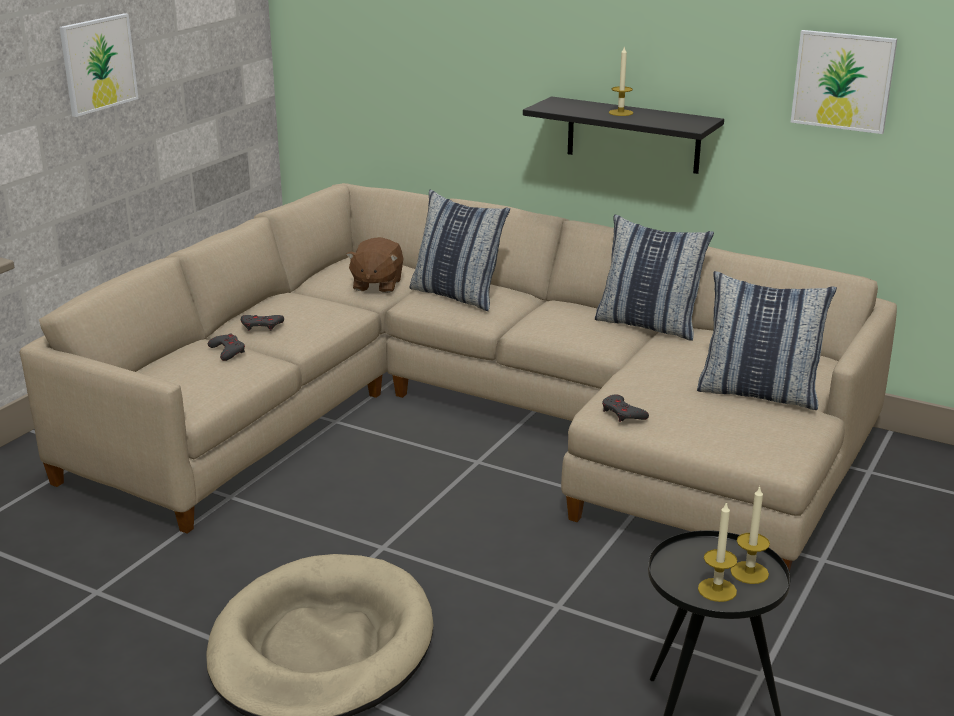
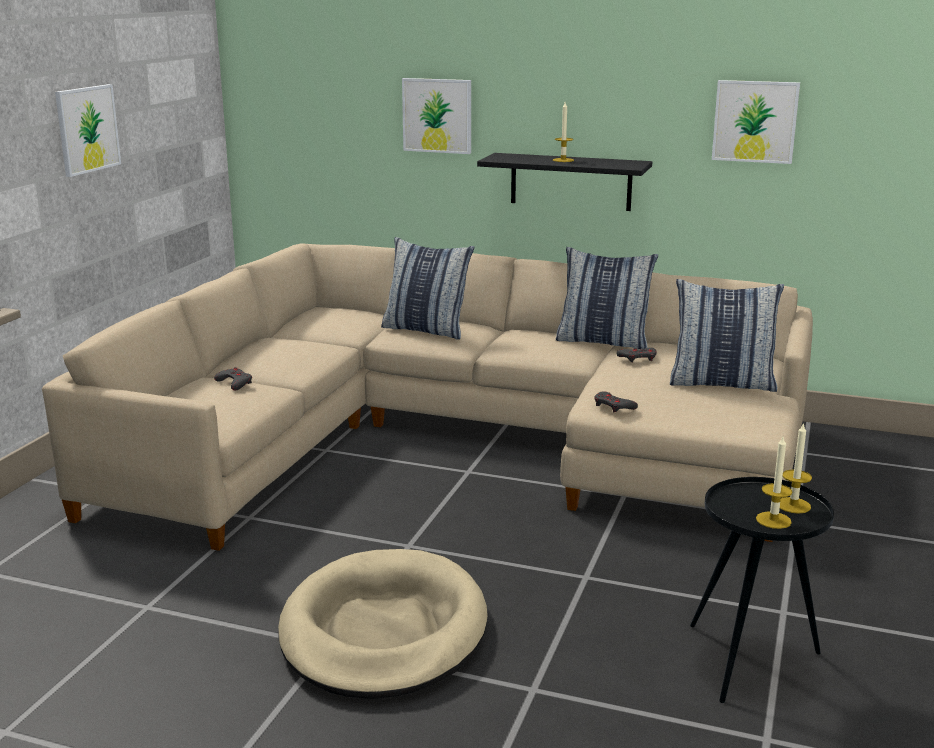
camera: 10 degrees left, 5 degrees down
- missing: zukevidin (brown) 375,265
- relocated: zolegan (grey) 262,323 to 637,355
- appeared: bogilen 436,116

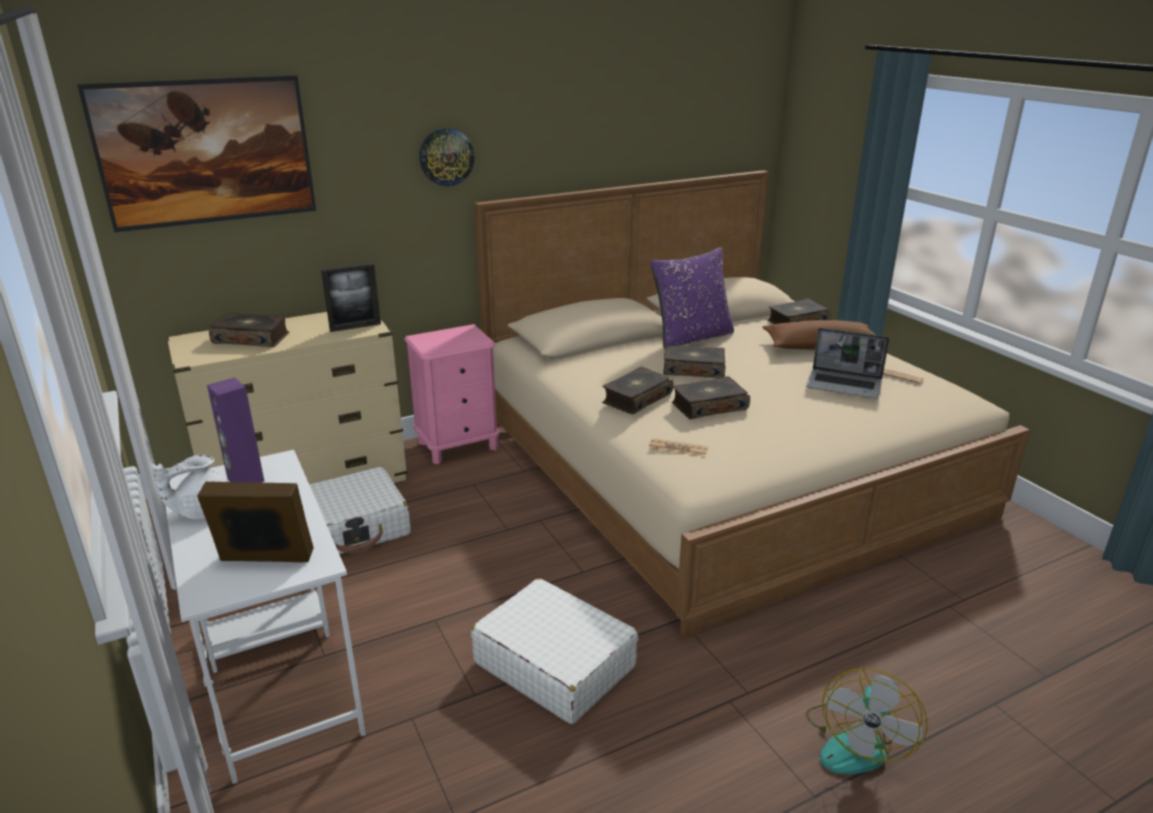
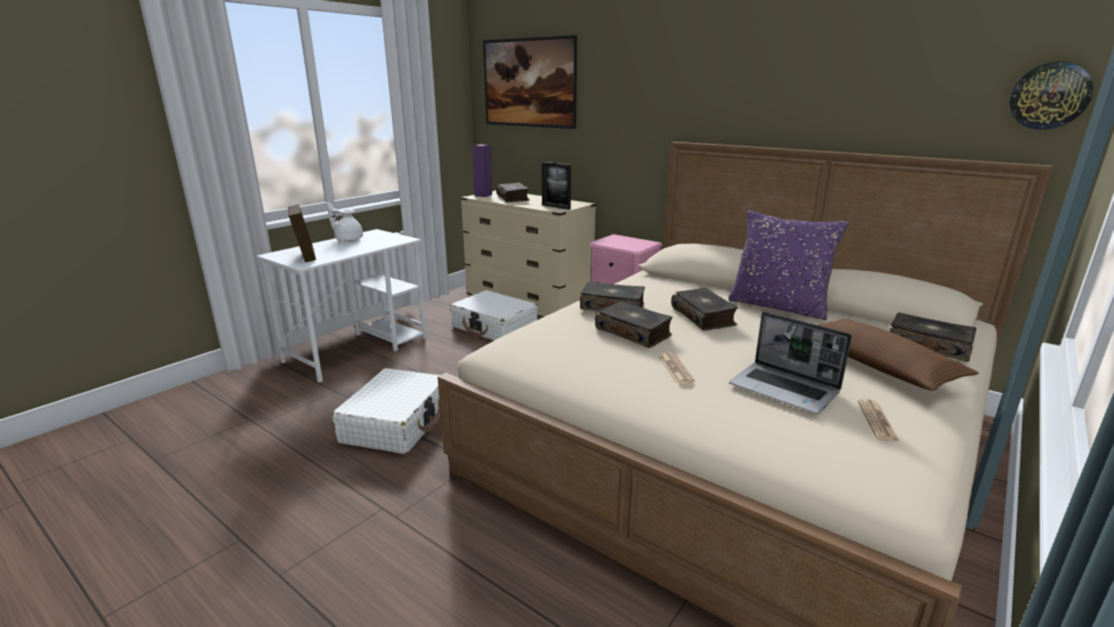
camera: 65 degrees right, 5 degrees down
- relocated: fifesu 447,157 to 1051,95
- spun: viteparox 847,363 = 790,363 45 degrees counterclockwise
- relocated: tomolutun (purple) 236,430 to 482,170
- relocated: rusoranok 678,447 to 676,368
- missing: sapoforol 866,721

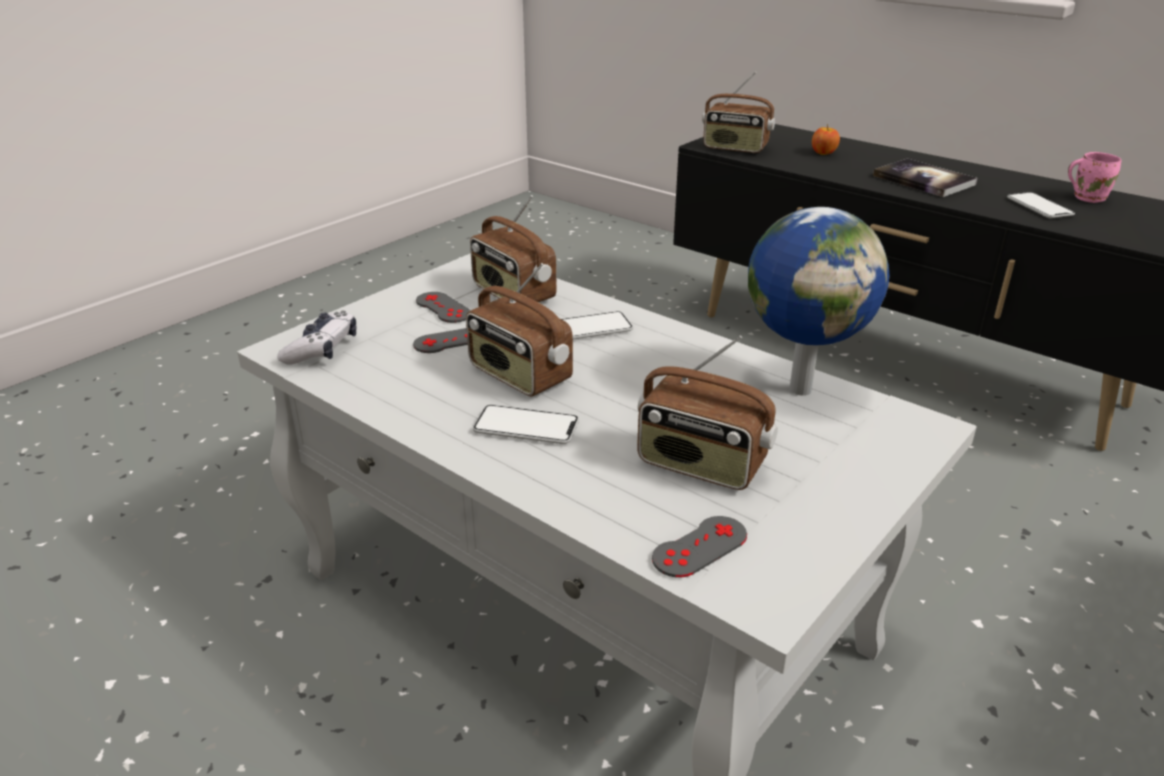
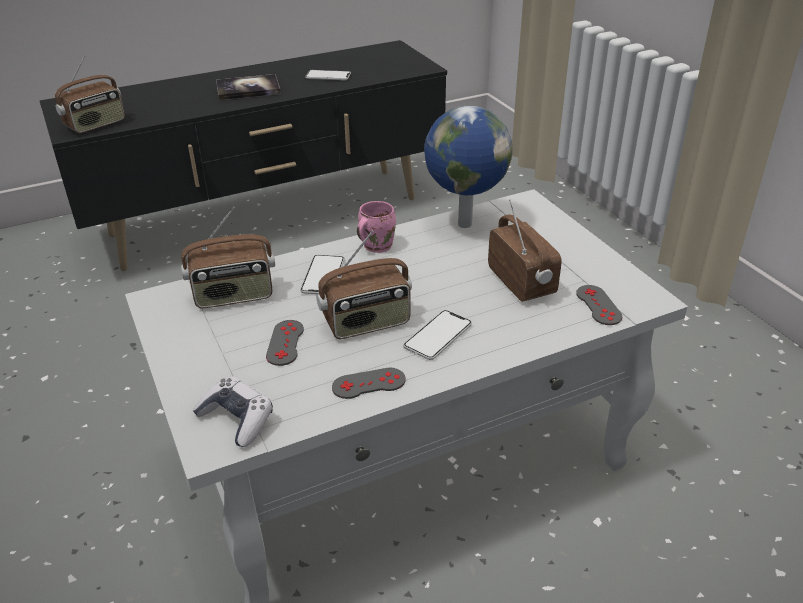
camera: 65 degrees left, 5 degrees up
- missing: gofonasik 826,139
- relocated: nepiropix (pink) 1094,177 to 376,227
- relocated: zolegan (grey) 443,307 to 369,383
- spun: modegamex 708,412 = 525,250 75 degrees counterclockwise

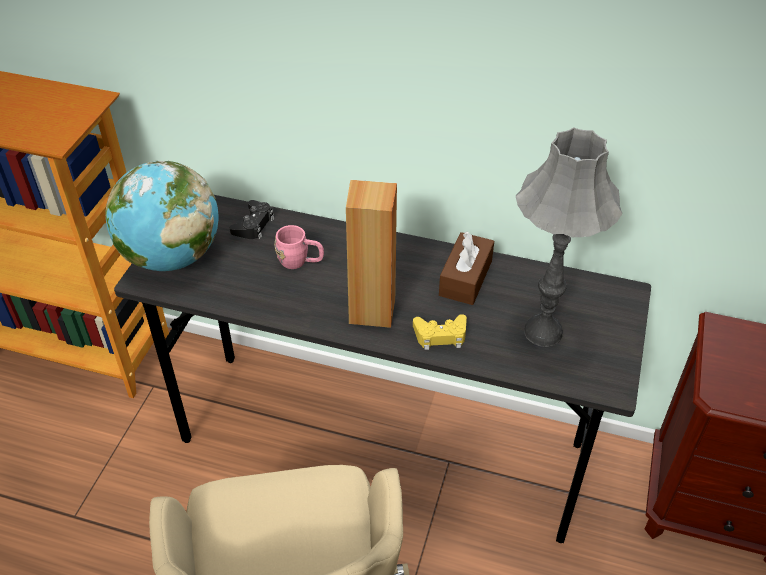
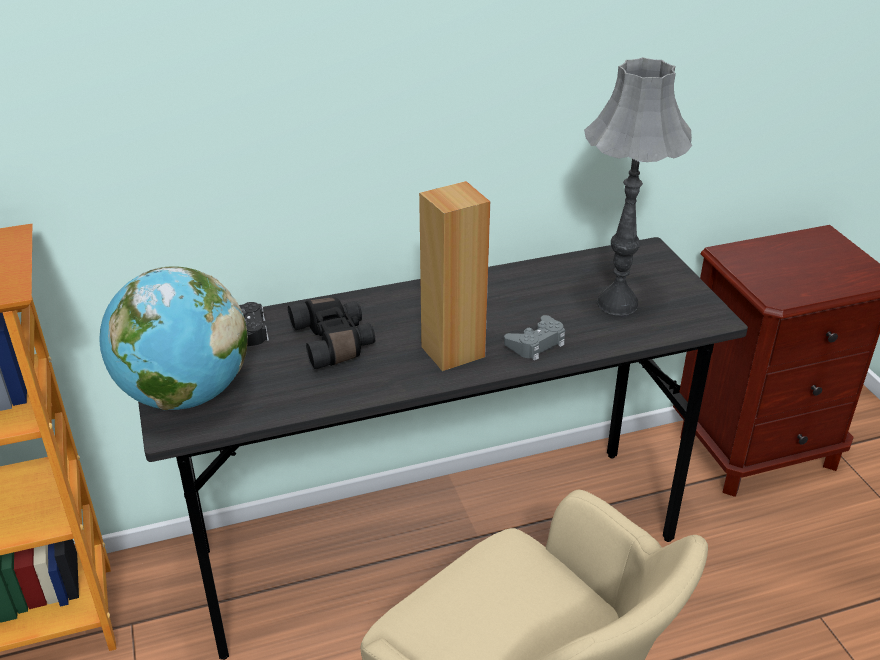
camera: 35 degrees left, 10 degrees down
- exchanged: nepiropix (pink) 299,247 to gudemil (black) 331,333
- missing: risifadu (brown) 466,268
- colour: zolegan (yellow) 440,332 to zolegan (grey) 534,338

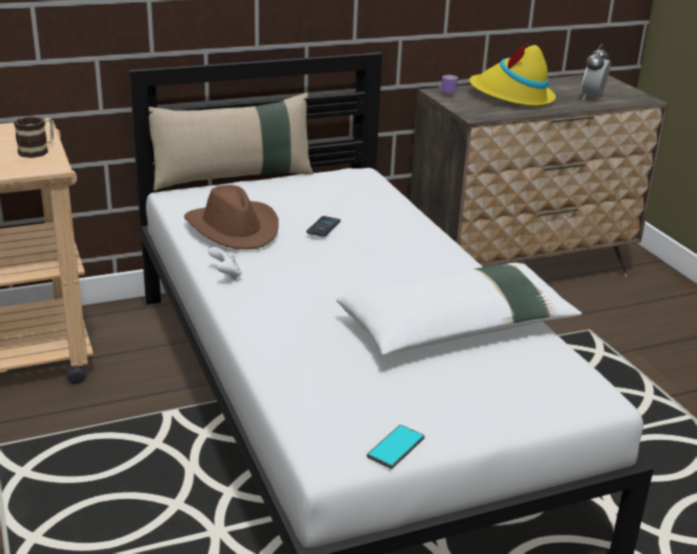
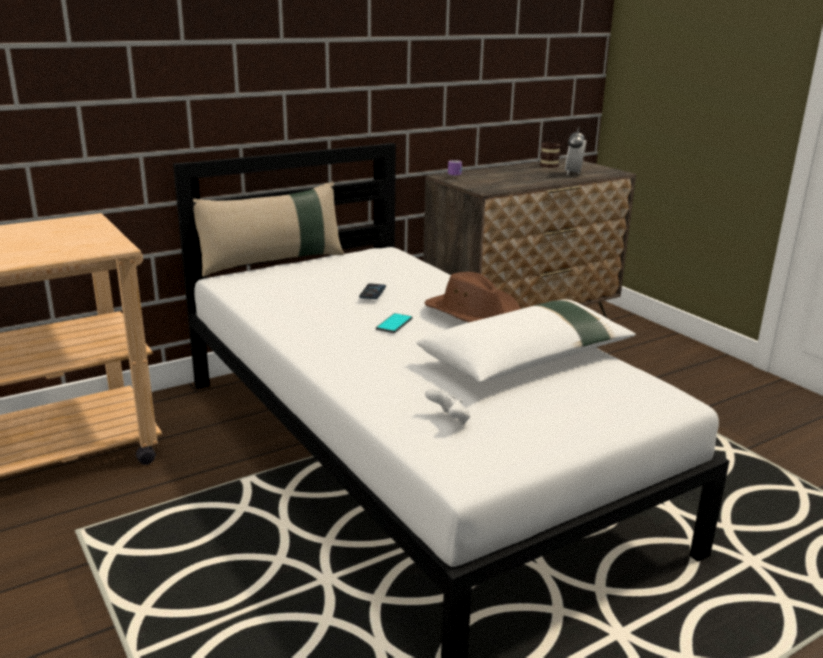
camera: 10 degrees left, 5 degrees down
- missing: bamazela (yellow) 512,75
- relocated: nepiropix 34,137 to 550,155
- relocated: bamazela (brown) 231,217 to 472,297
- relocated: zolegan (white) 225,263 to 447,407
- relocated: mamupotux 396,447 to 394,323

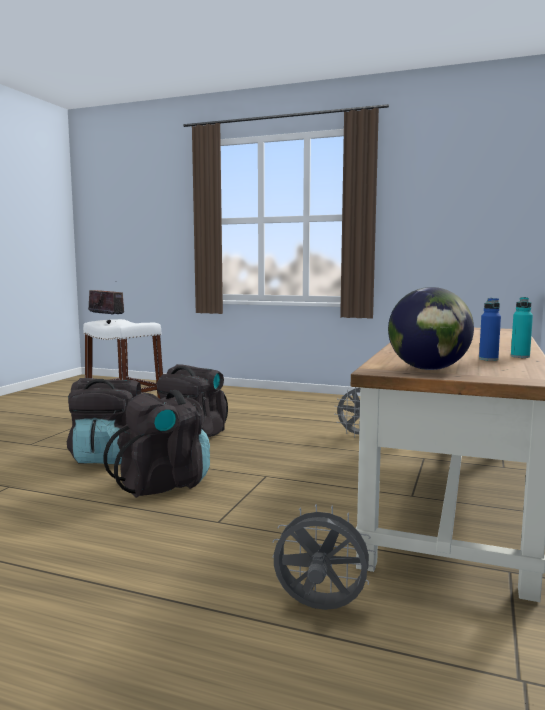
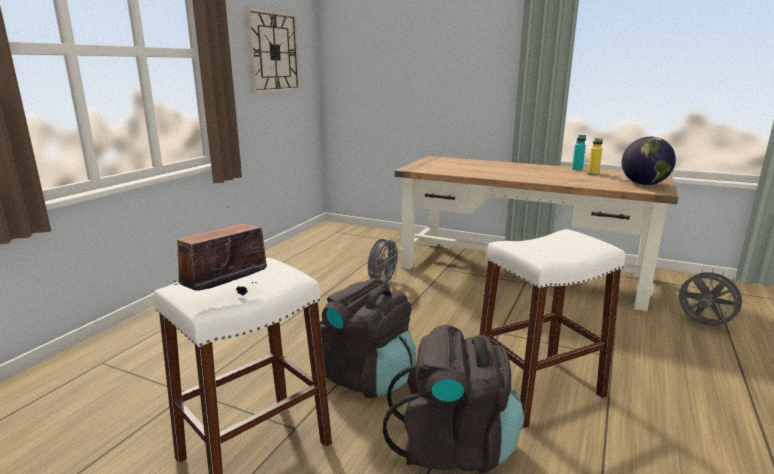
camera: 85 degrees left, 10 degrees up
- colour: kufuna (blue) 490,329 to kufuna (yellow) 595,156
- exchanged: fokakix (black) 156,444 to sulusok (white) 552,328
- spun: sapoforol (grey) 324,557 = 713,297 120 degrees clockwise
- appeared: fifesu 272,50

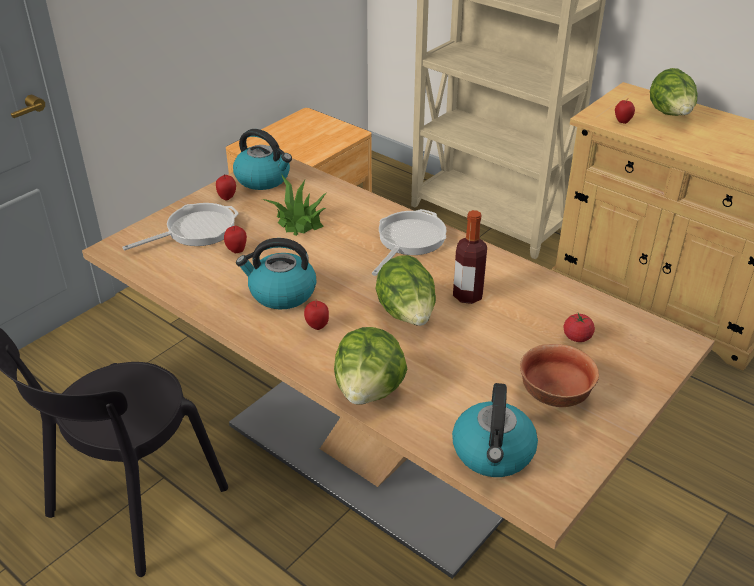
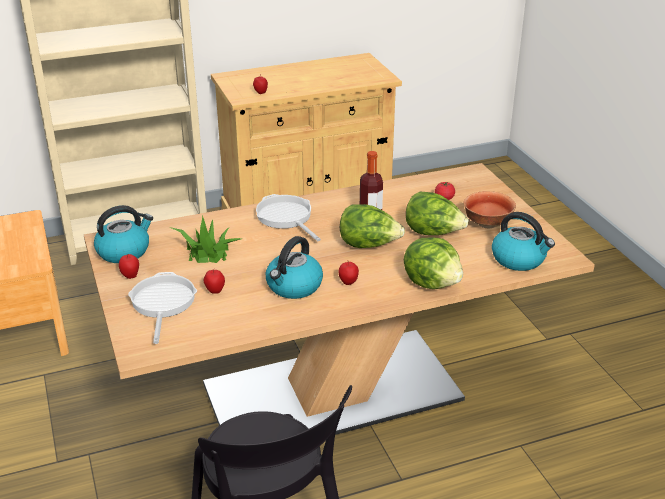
camera: 60 degrees left, 5 degrees down
- relocated: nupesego 673,92 to 437,213

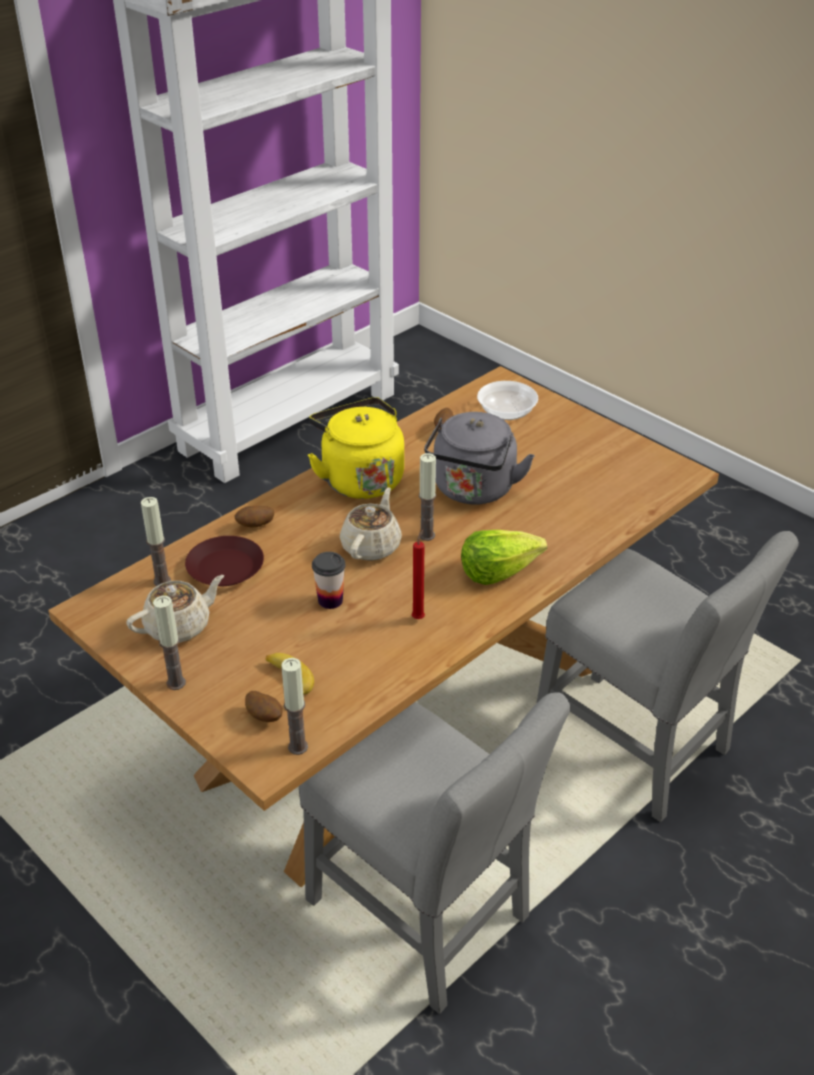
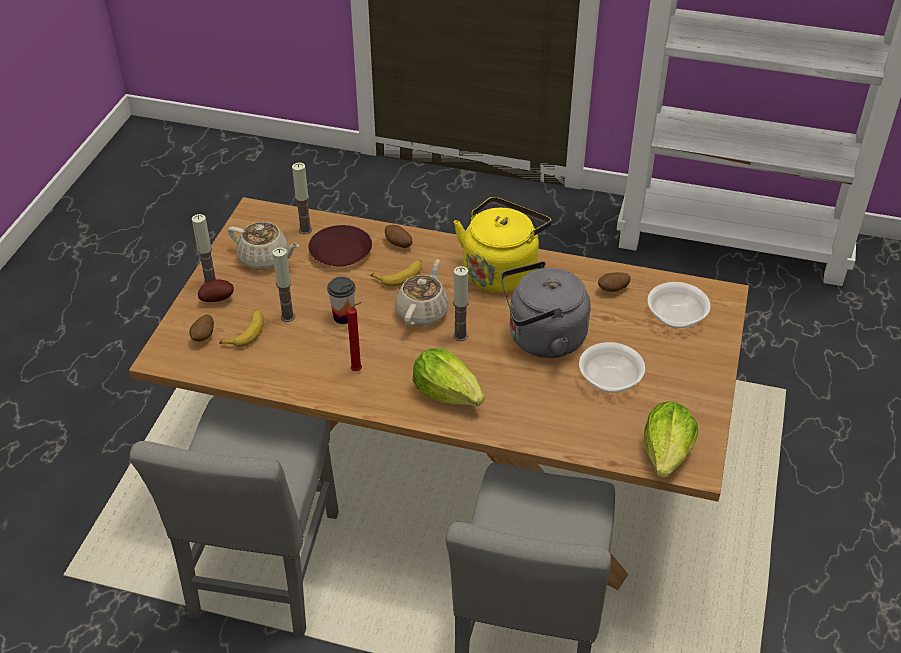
camera: 60 degrees right, 5 degrees up
- spun: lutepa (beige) 371,524 = 422,292 60 degrees counterclockwise
- relocated: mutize 294,706 to 283,284
- appeared: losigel 396,273
- appeared: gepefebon 216,290
- appeared: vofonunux 612,367
- appeared: nupesego 671,439

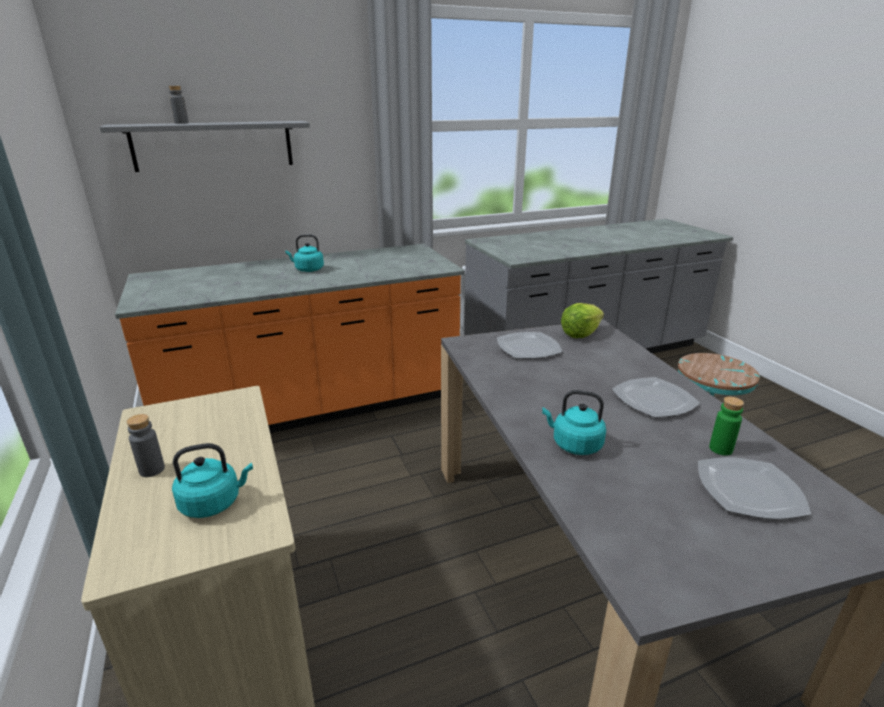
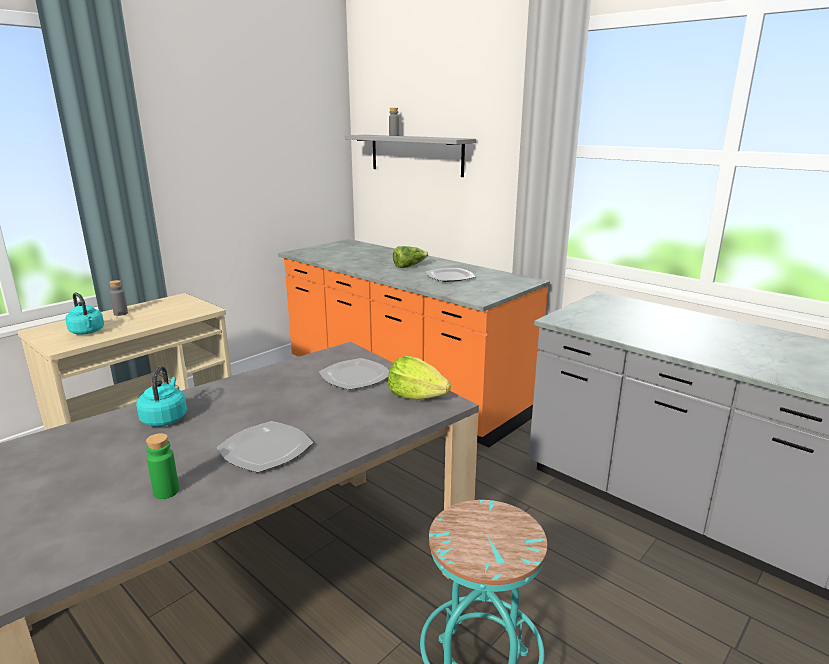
camera: 65 degrees right, 5 degrees down
- exchanged: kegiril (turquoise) 304,253 to nupesego 410,257
- relocated: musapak 754,488 to 450,275

